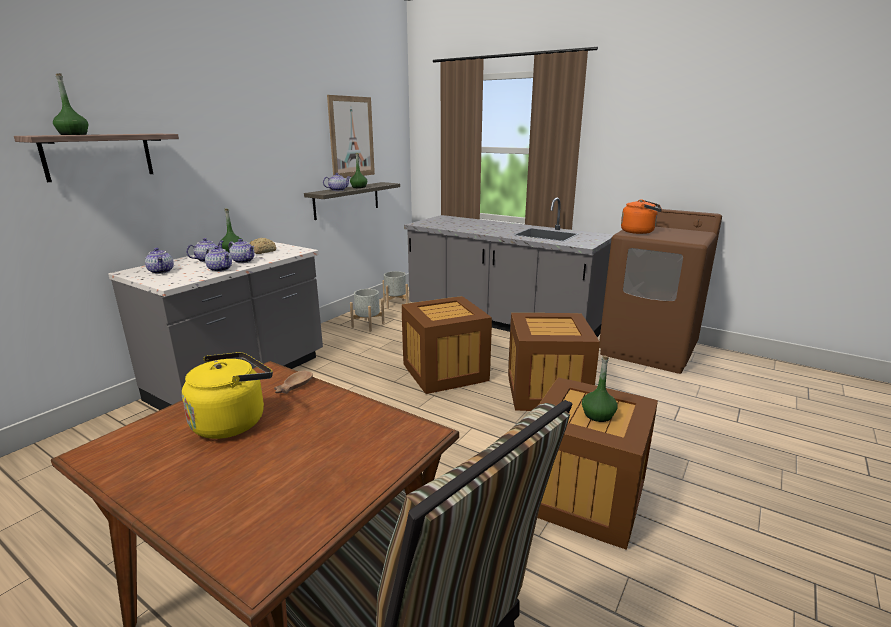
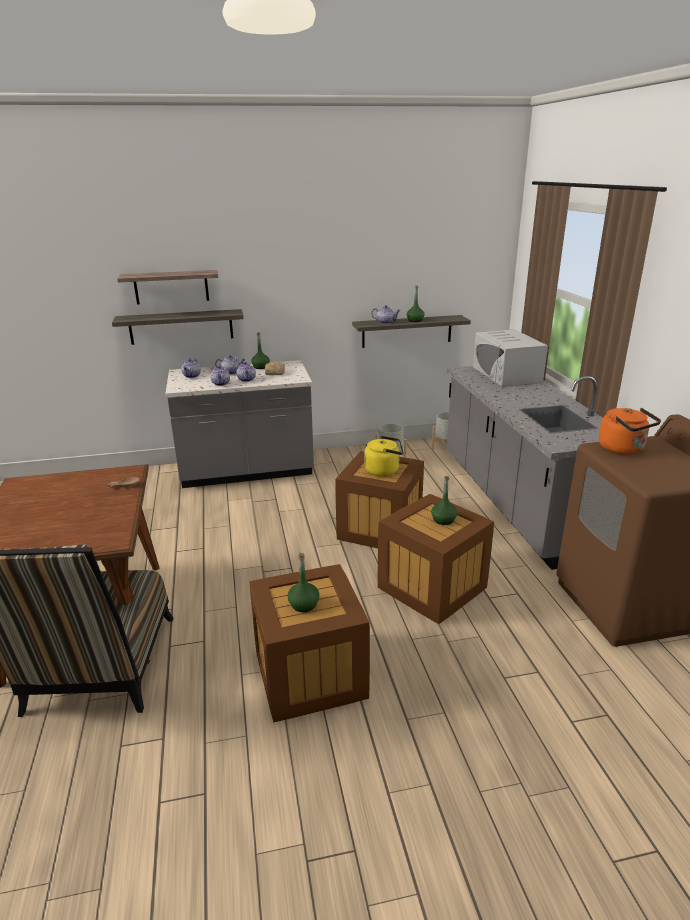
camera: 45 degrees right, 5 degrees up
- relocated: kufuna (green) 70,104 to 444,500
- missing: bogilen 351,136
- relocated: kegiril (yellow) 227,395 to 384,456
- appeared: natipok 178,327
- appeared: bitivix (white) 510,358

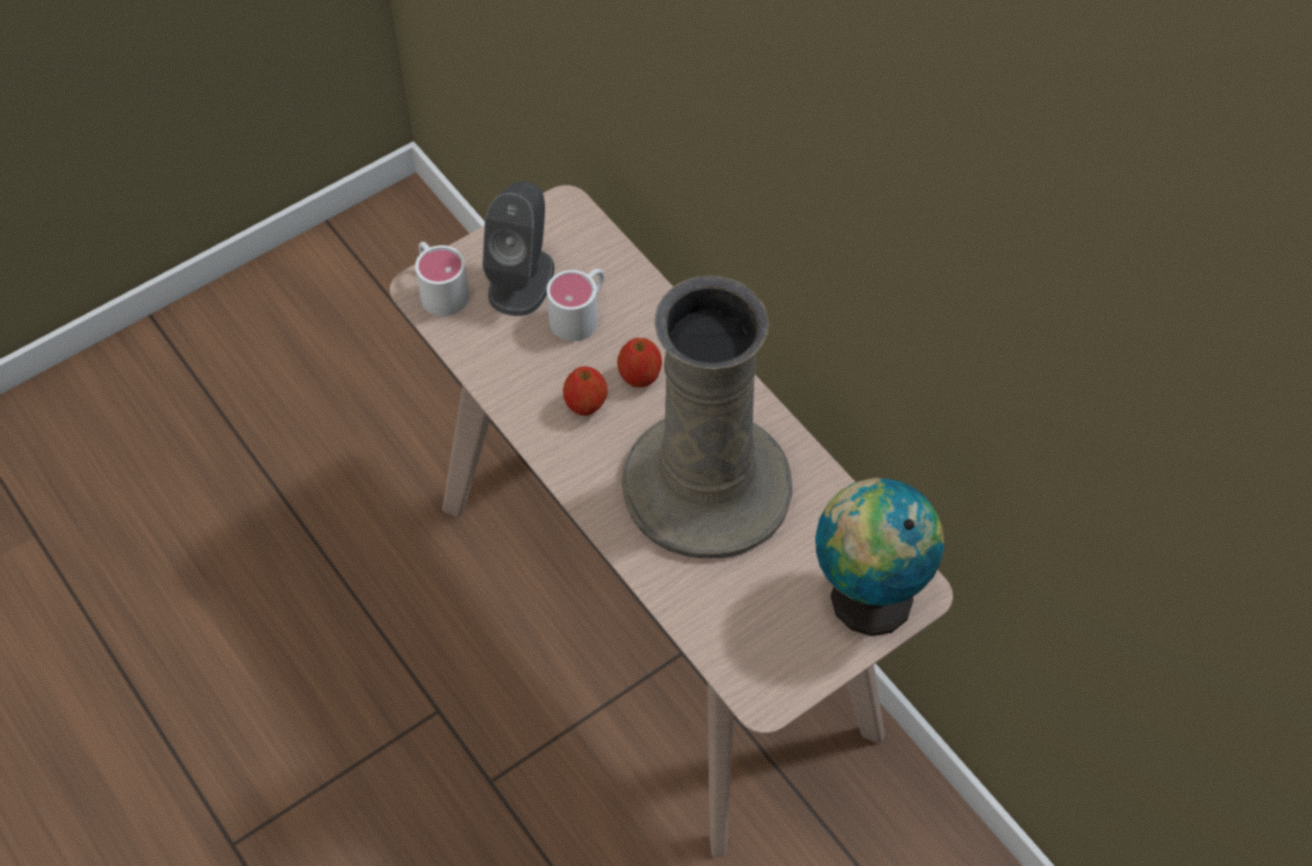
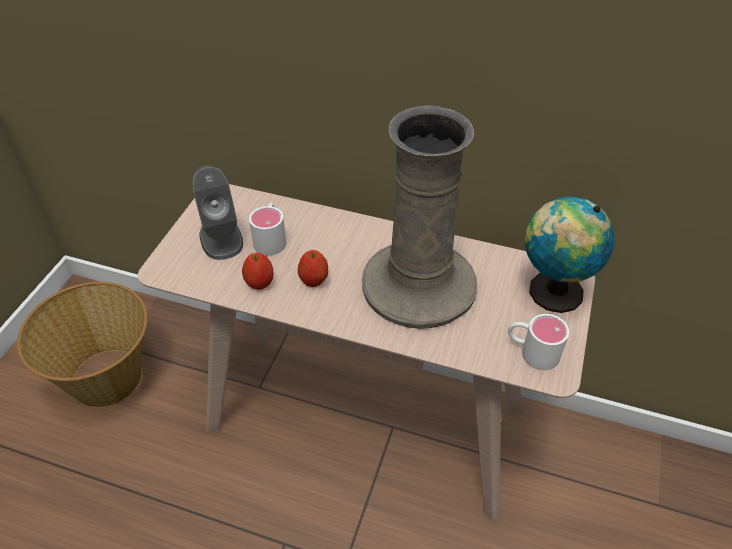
camera: 35 degrees left, 10 degrees down
- relocated: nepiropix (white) 442,279 to 538,342
- relocated: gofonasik 639,363 to 258,271
- appeared: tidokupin 82,345

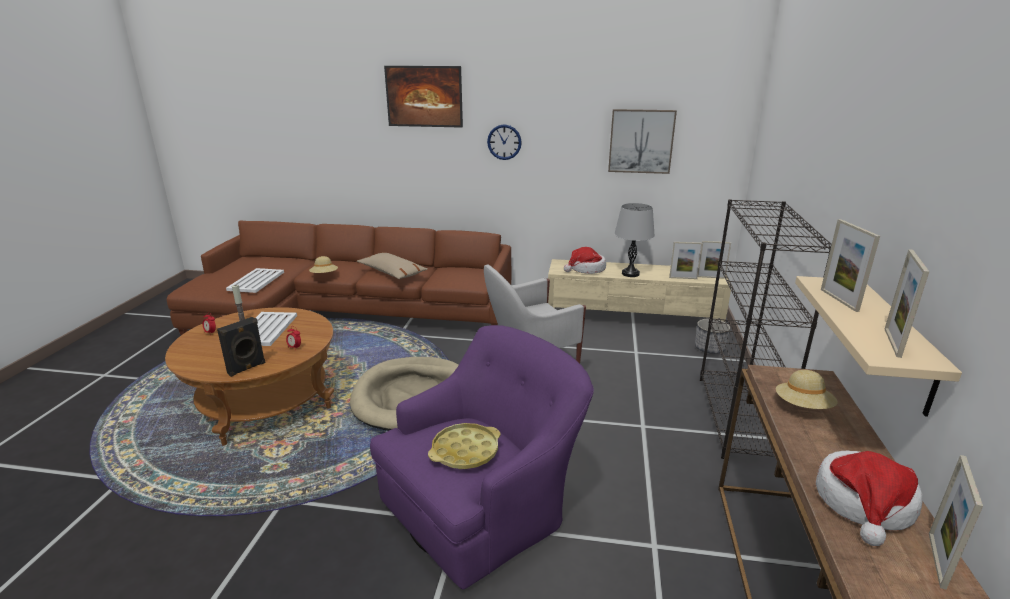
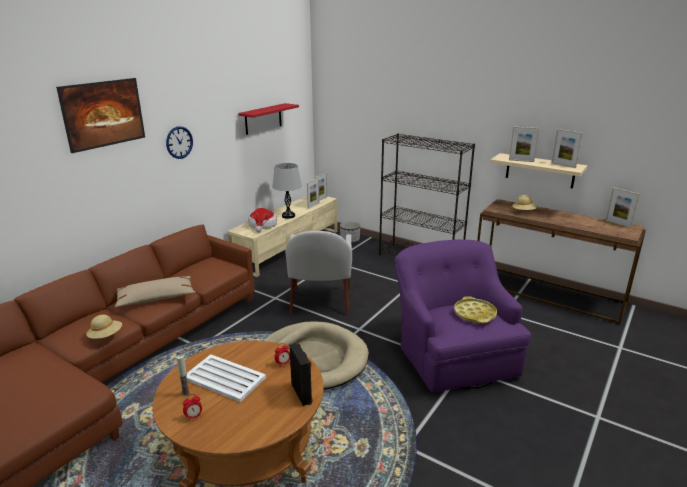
camera: 65 degrees left, 0 degrees up
- exchanged: bogilen 642,141 to natipok (red) 268,119
- missing: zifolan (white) 255,280
- missing: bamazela 869,498

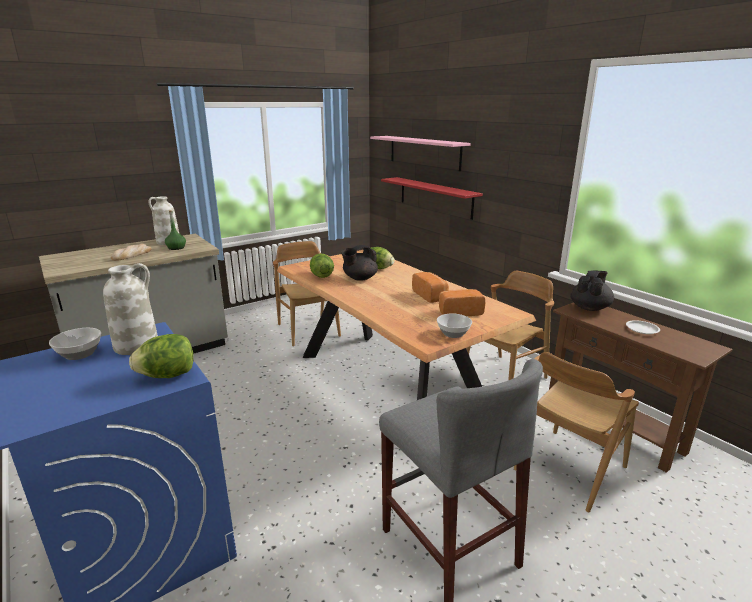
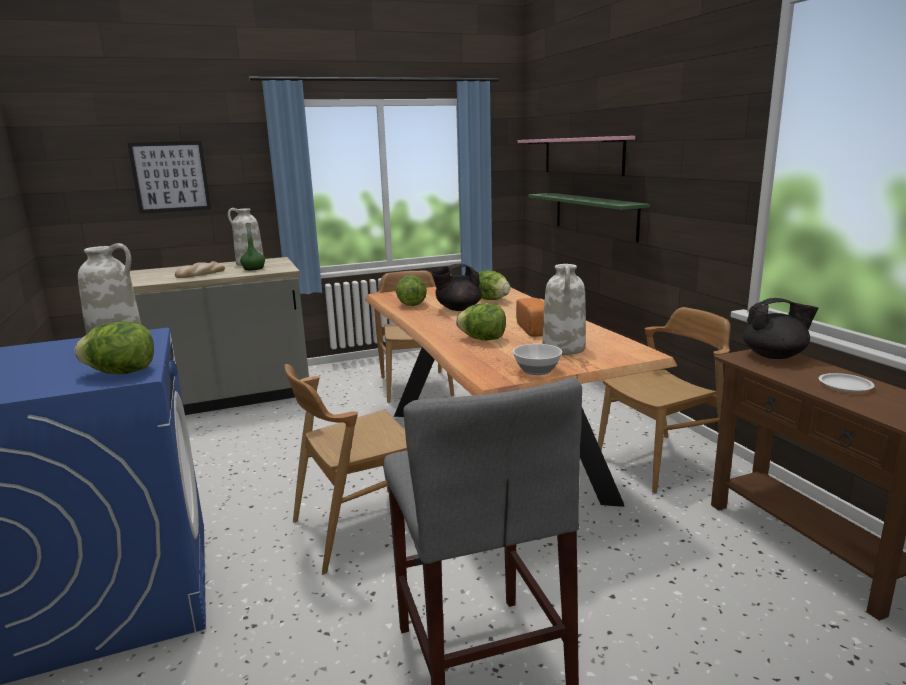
camera: 15 degrees right, 5 degrees down
- colour: natipok (red) 432,198 to natipok (green) 589,217
- spun: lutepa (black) 592,290 = 781,328 45 degrees clockwise
- exchanged: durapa 462,302 to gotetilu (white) 564,309
- missing: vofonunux 75,344
- relocated: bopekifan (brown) 576,432 to 345,469
- appeared: bogilen 169,177
- appeared: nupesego 481,321

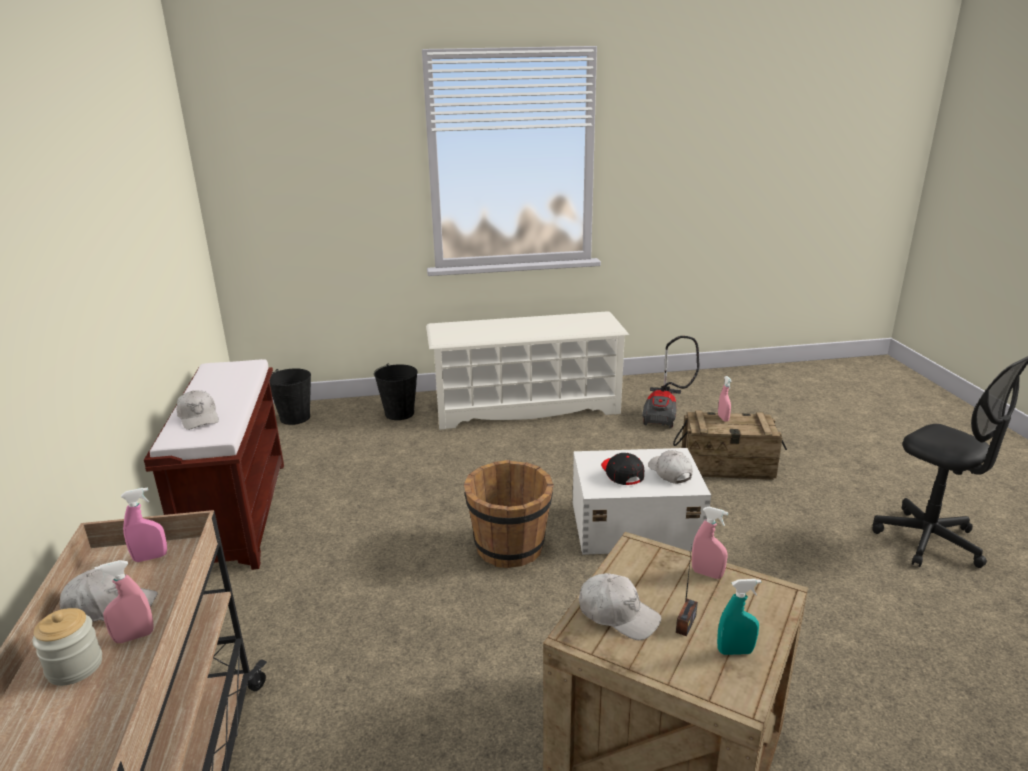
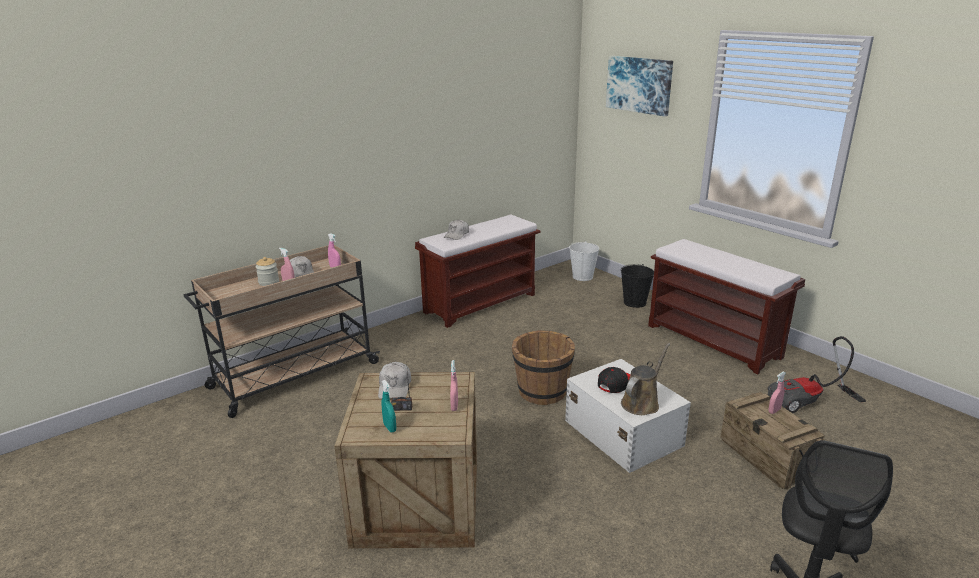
camera: 60 degrees right, 0 degrees up
- exchanged: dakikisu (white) 527,370 to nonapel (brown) 726,306
- colour: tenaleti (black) 290,396 to tenaleti (white) 584,261
- exchanged: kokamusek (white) 670,467 to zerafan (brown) 645,379
- appeared: bogilen 639,86

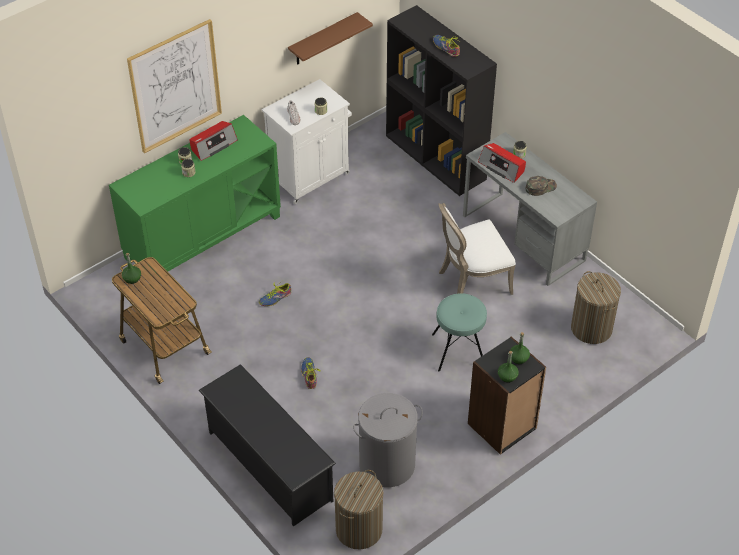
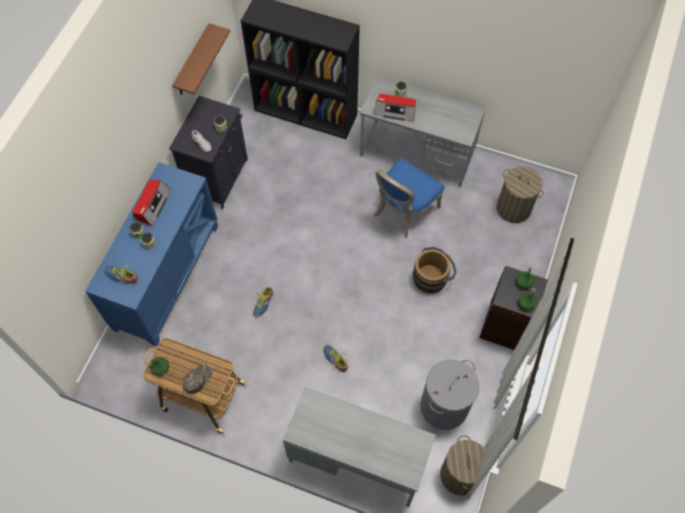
camera: 30 degrees left, 15 degrees up
- missing: bogilen 174,86
- relocated: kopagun 446,46 to 121,275
- colour: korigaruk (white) 307,141 to korigaruk (black) 208,152
- colour: korigaruk (green) 195,198 to korigaruk (blue) 151,254
- relocated: kokamusek (green) 541,186 to 197,379
- colour: bopekifan (white) 477,249 to bopekifan (blue) 409,198
- exchanged: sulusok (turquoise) 459,332 to tenaleti (brown) 434,270
- exchanged: dakikisu (black) 267,445 to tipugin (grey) 359,447

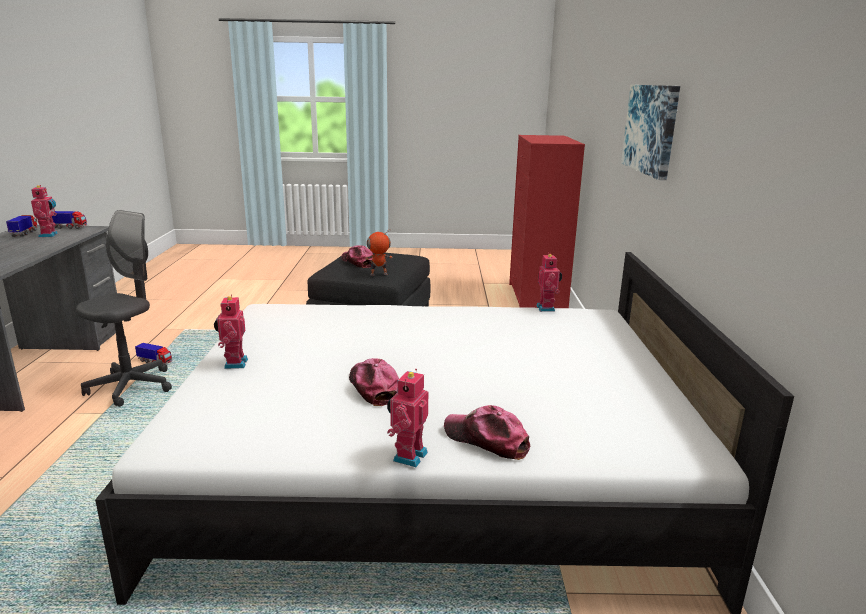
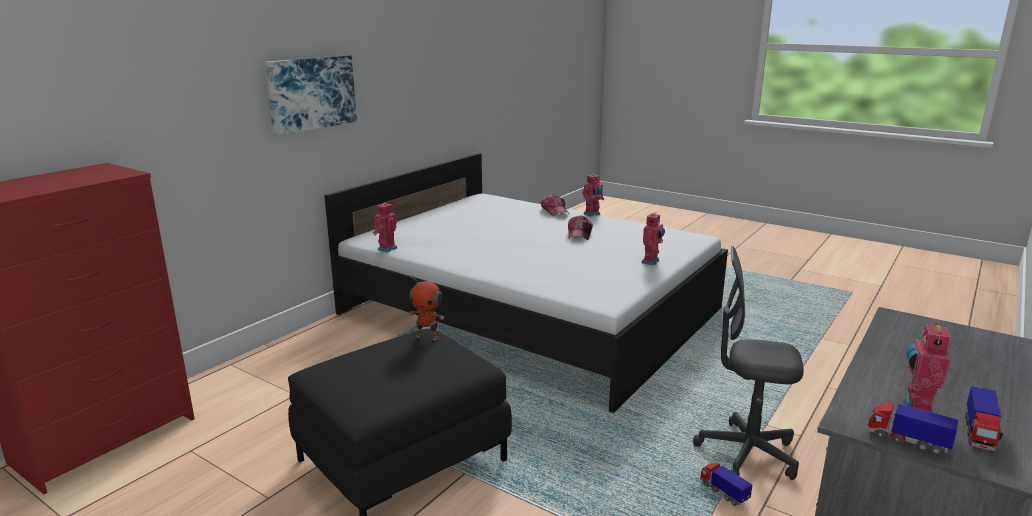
camera: 145 degrees left, 0 degrees up
- spun: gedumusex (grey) 124,308 = 748,363 45 degrees clockwise
- missing: kokamusek 357,256

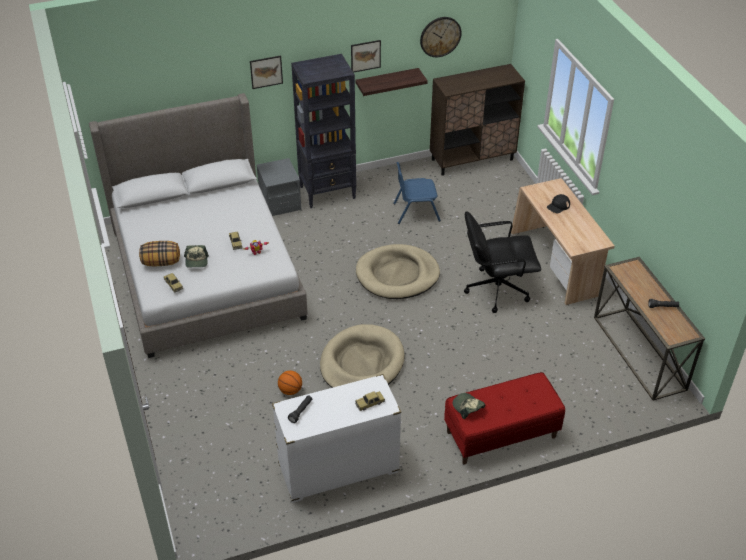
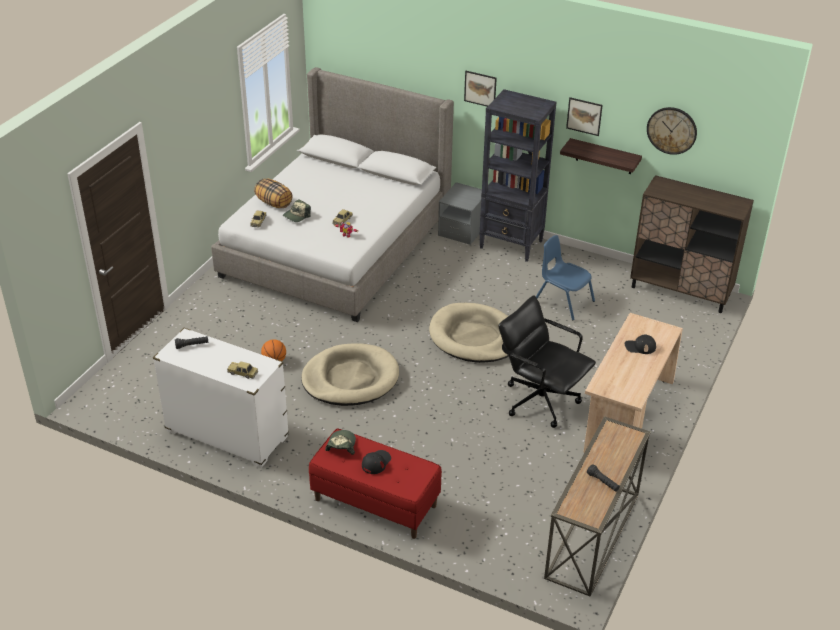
camera: 45 degrees right, 5 degrees down
- appeared: kokamusek (black) 376,462

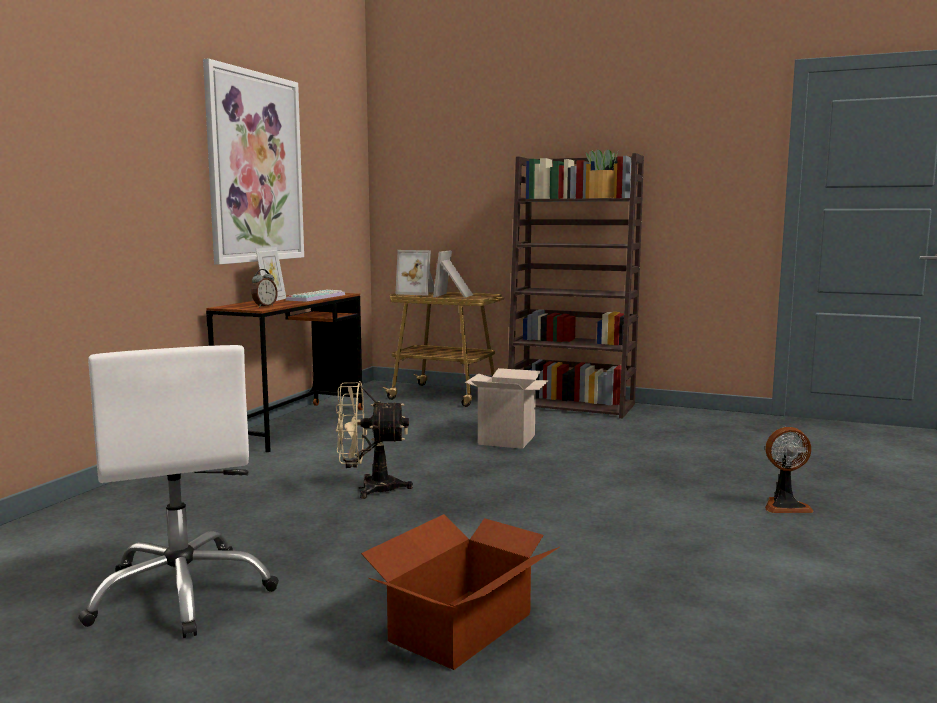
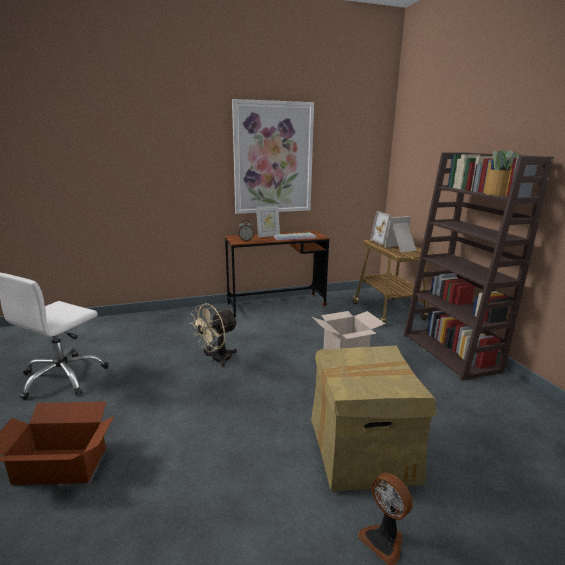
camera: 50 degrees right, 10 degrees up
- spun: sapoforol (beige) 374,440 = 213,335 90 degrees counterclockwise
- appeared: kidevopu 374,419

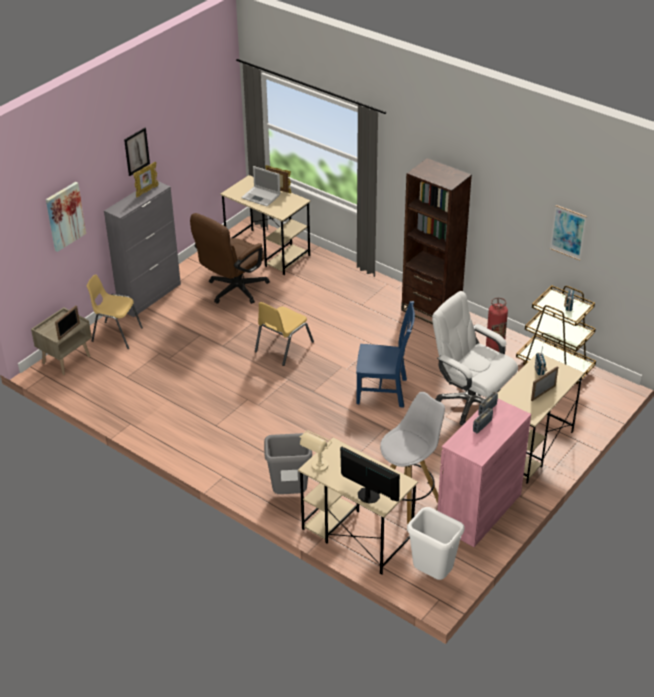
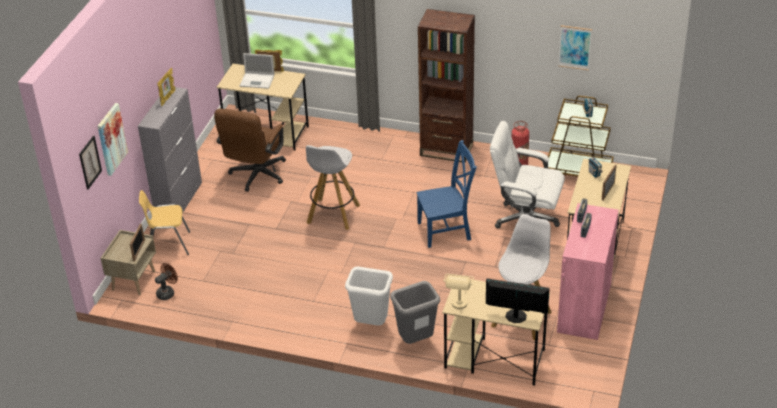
camera: 20 degrees left, 0 degrees up
- relocated: bogilen 137,152 to 90,163
- exchanged: bopekifan (yellow) 284,334 to sulusok (white) 333,187
- relocated: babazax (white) 435,543 to 369,296
- appeared: sapoforol (brown) 166,281

